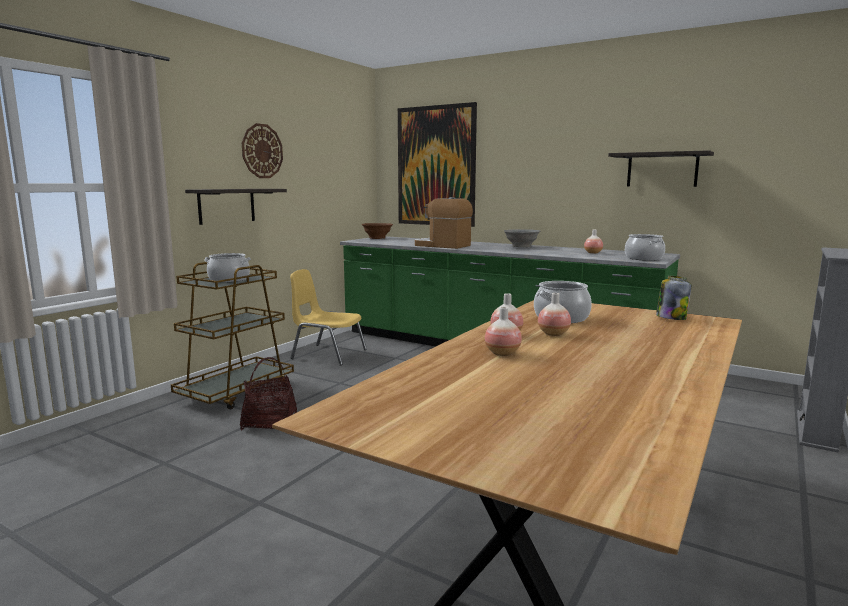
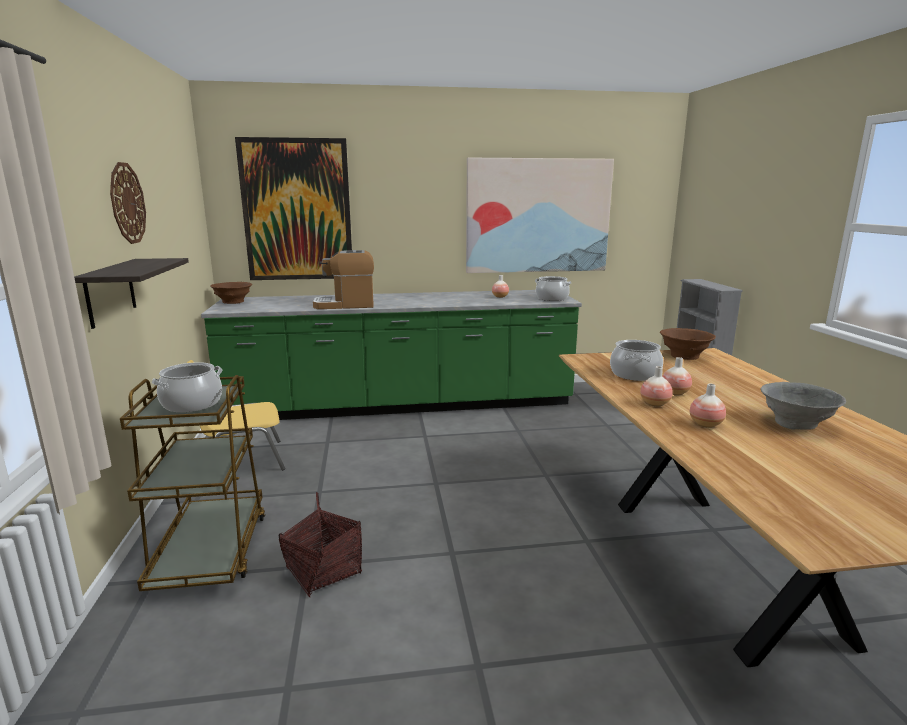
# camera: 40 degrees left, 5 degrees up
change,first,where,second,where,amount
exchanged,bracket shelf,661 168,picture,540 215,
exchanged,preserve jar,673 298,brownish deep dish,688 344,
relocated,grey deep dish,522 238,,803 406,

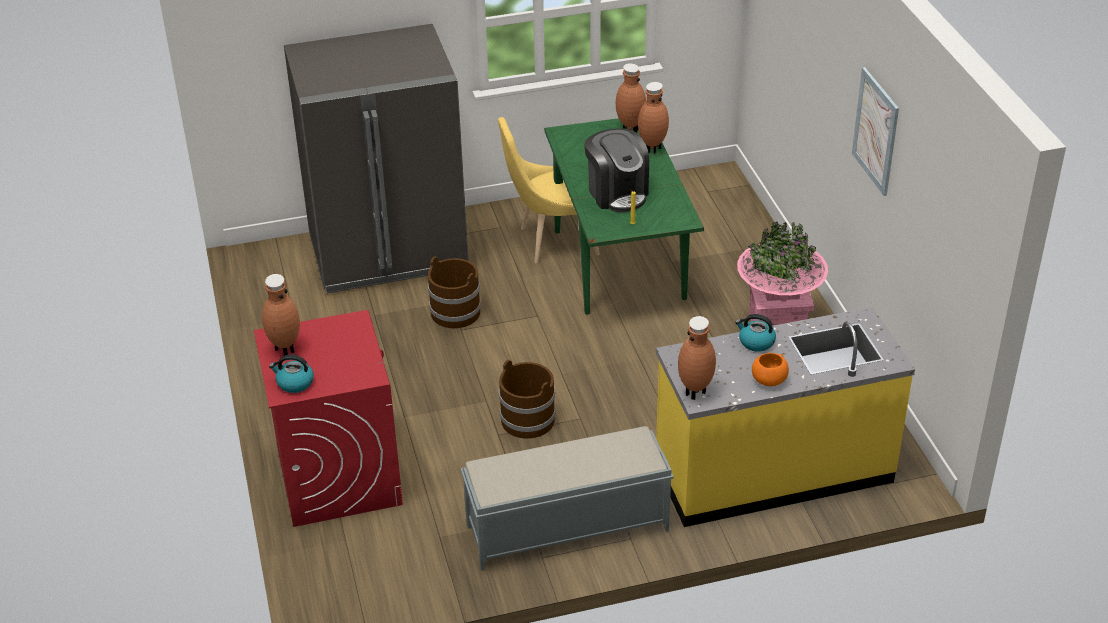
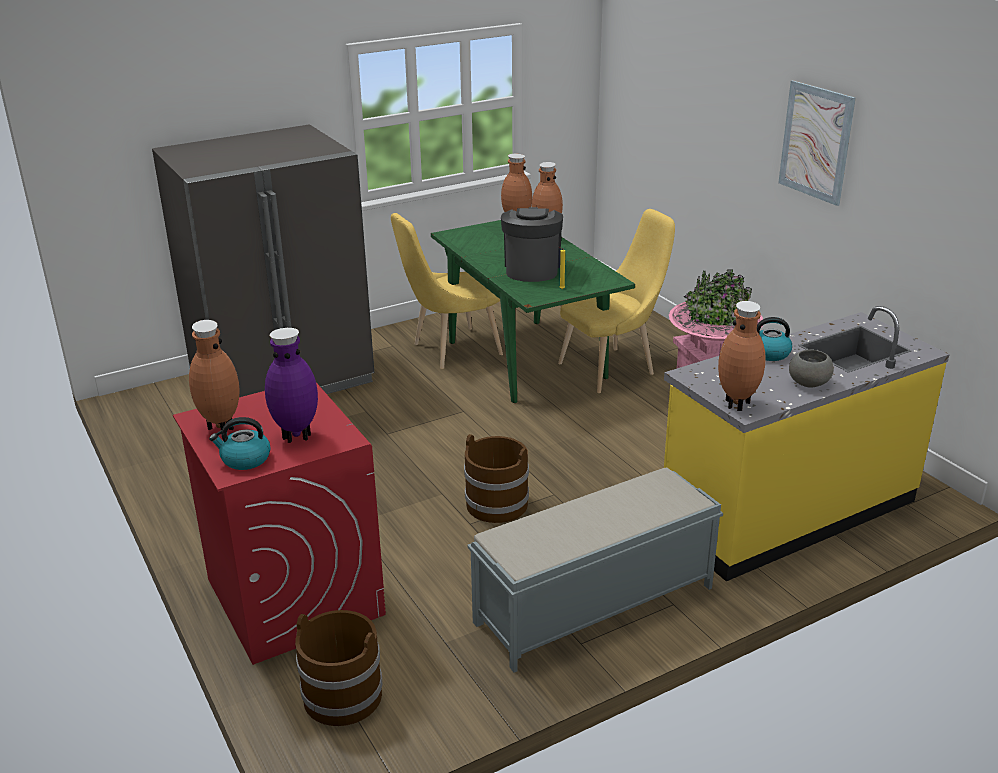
# camera: 15 degrees left, 10 degrees down
change,first,where,second,where,amount
appeared,,,purple decorative vase,291 385,
relocated,brownish pail,454 292,,338 668,
spun,coffee brewer,616 170,,532 244,135 degrees counterclockwise
appeared,,,yellow chair,616 301,
colour,orange deep dish,770 369,grey deep dish,811 368,

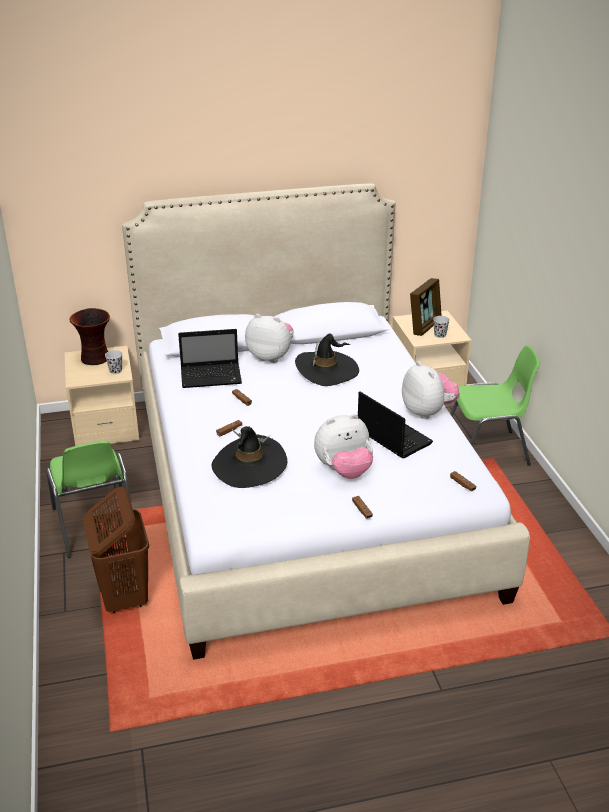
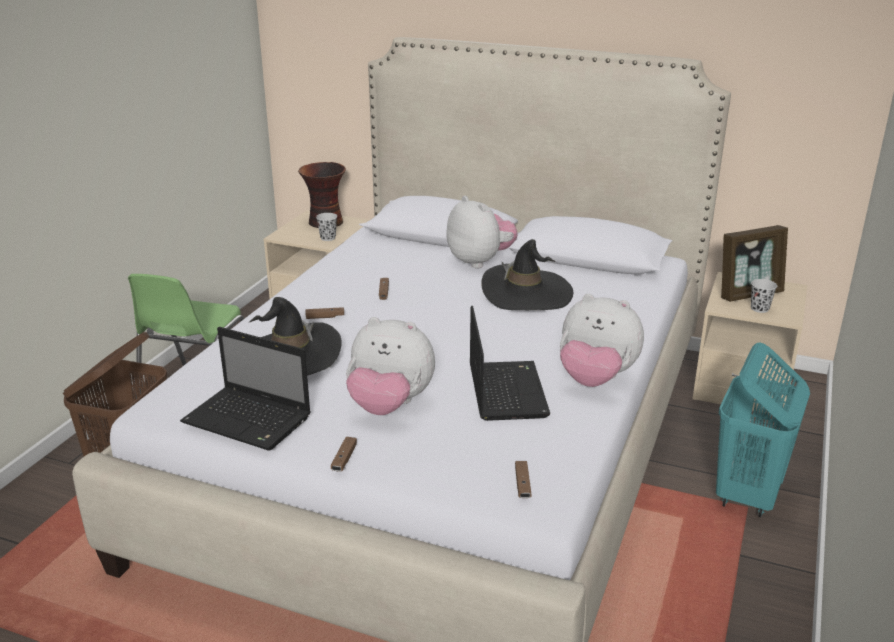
# camera: 35 degrees right, 5 degrees down
change,first,where,second,where,amount
relocated,notebook computer,210 358,,245 388,
spun,plush toy,430 390,,602 340,105 degrees clockwise
exchanged,green-coloured chair,496 405,blue-green washing basket,763 429,

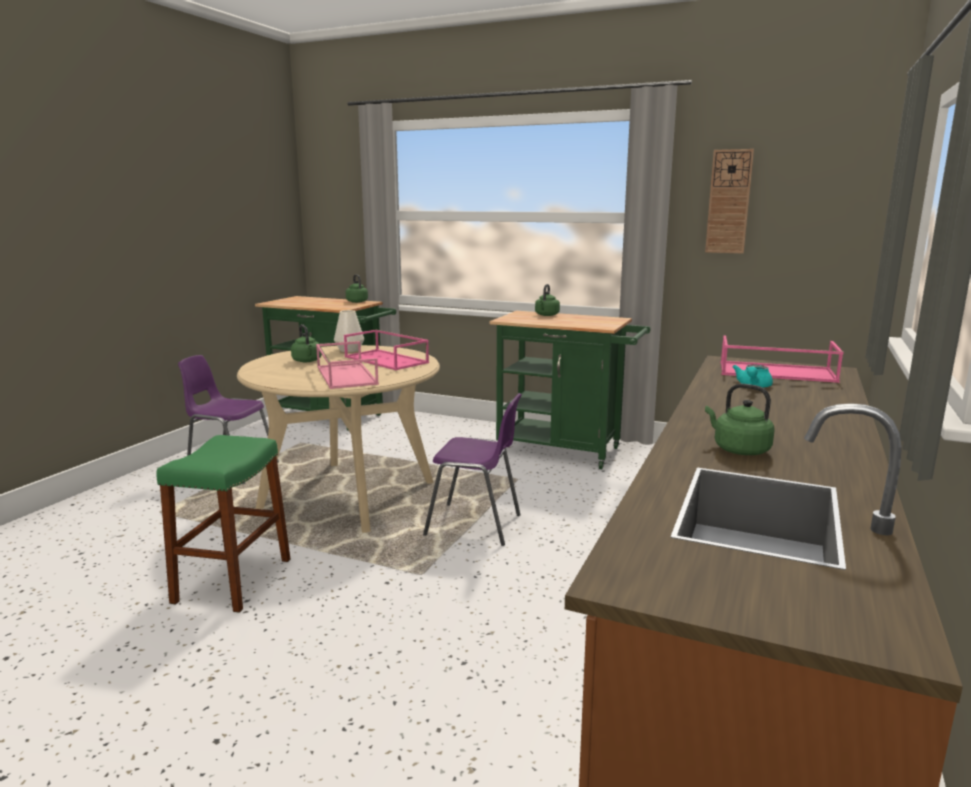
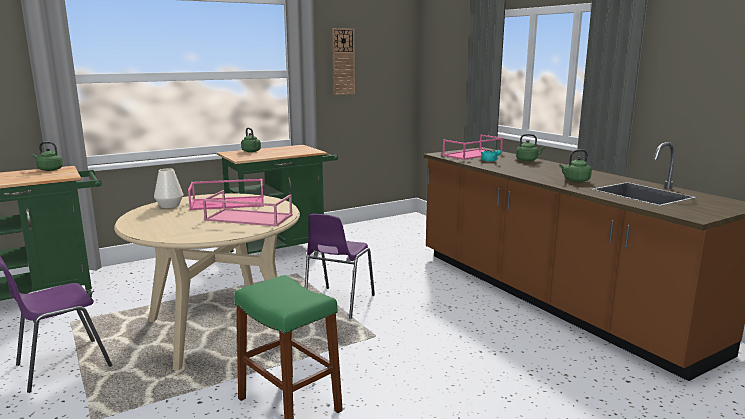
# camera: 55 degrees left, 0 degrees up
change,first,where,second,where,amount
spun,purple chair,472 469,,340 266,150 degrees clockwise
relocated,green-coloured water kettle,306 343,,530 147,

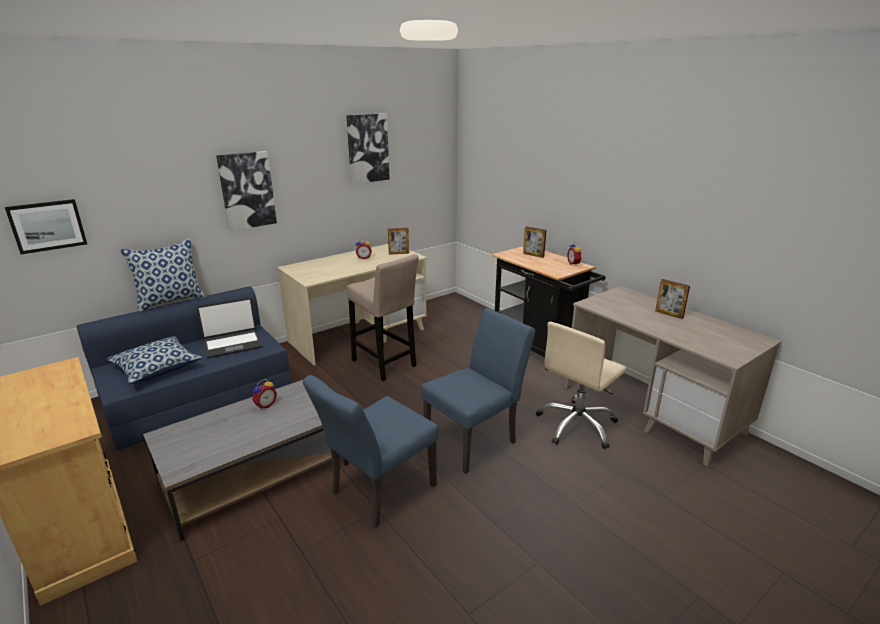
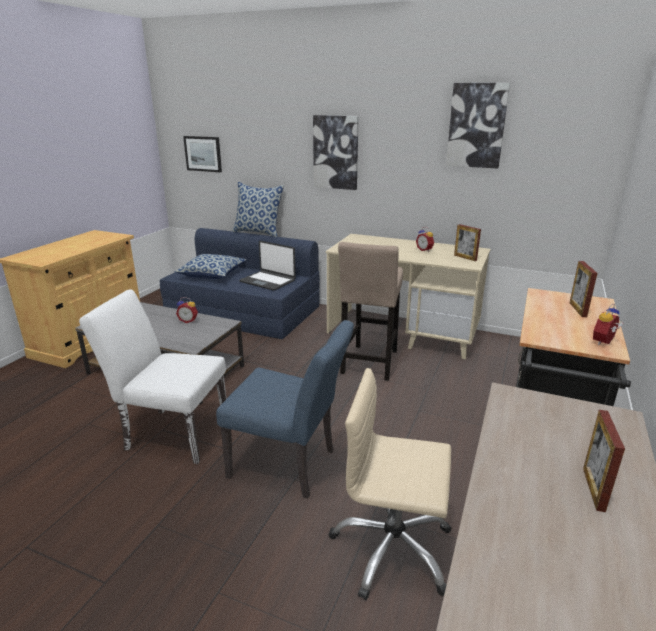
# camera: 60 degrees right, 0 degrees up
change,first,where,second,where,amount
colour,blue-coloured chair,371 451,white chair,152 377,

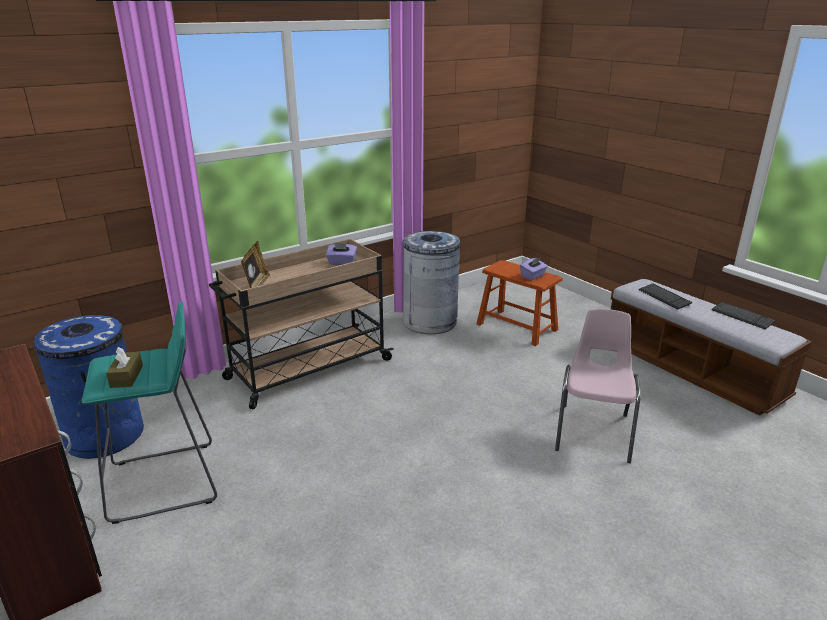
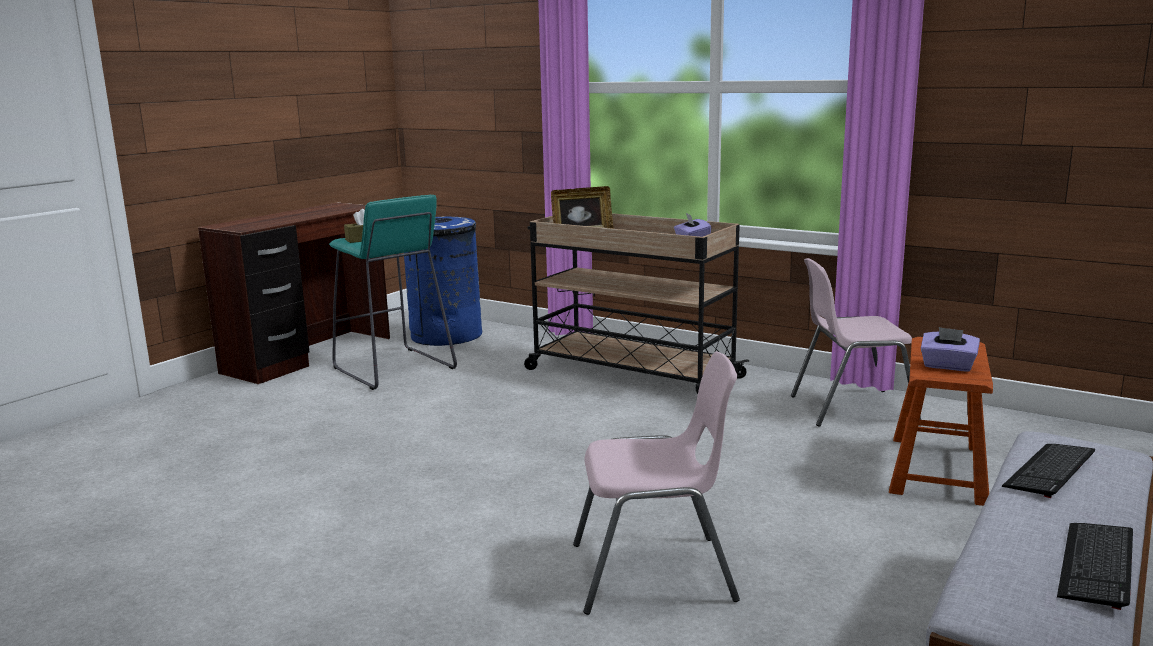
# camera: 70 degrees right, 10 degrees down
change,first,where,second,where,amount
exchanged,grey waste bin,432 282,pink-coloured chair,856 342,

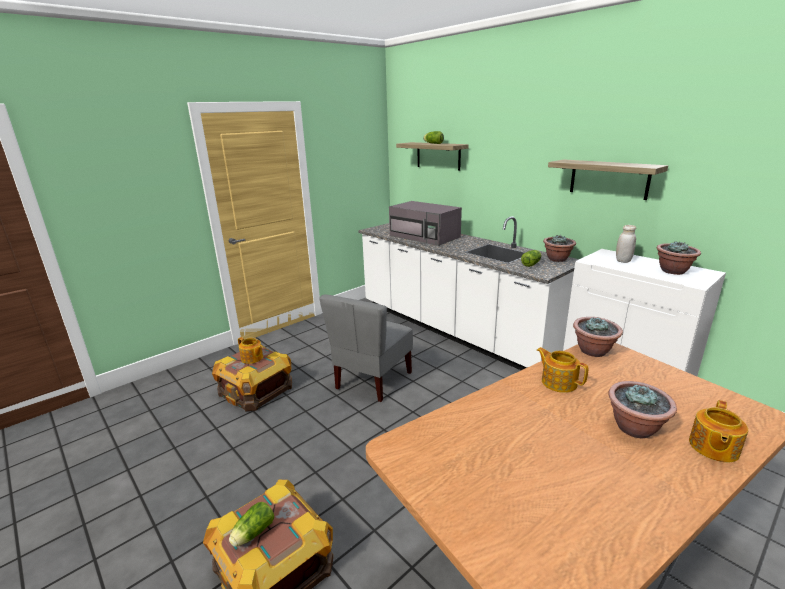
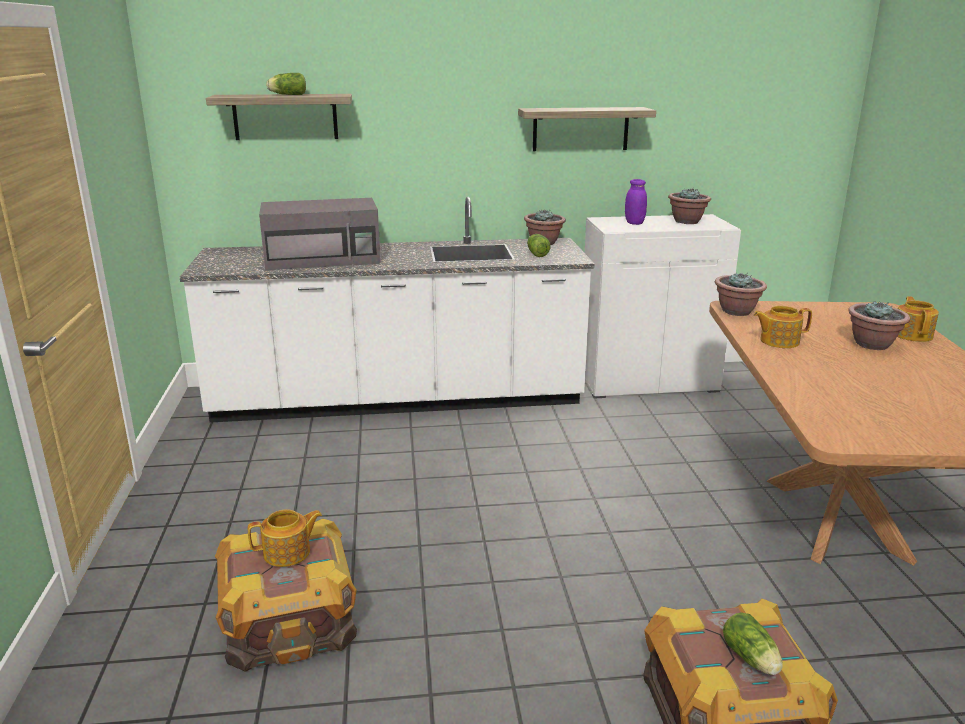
# camera: 55 degrees left, 0 degrees up
change,first,where,second,where,amount
colour,white preserve jar,626 244,purple preserve jar,636 202,
spun,pot for tea,718 431,,918 319,150 degrees counterclockwise
missing,grey chair,366 348,,,

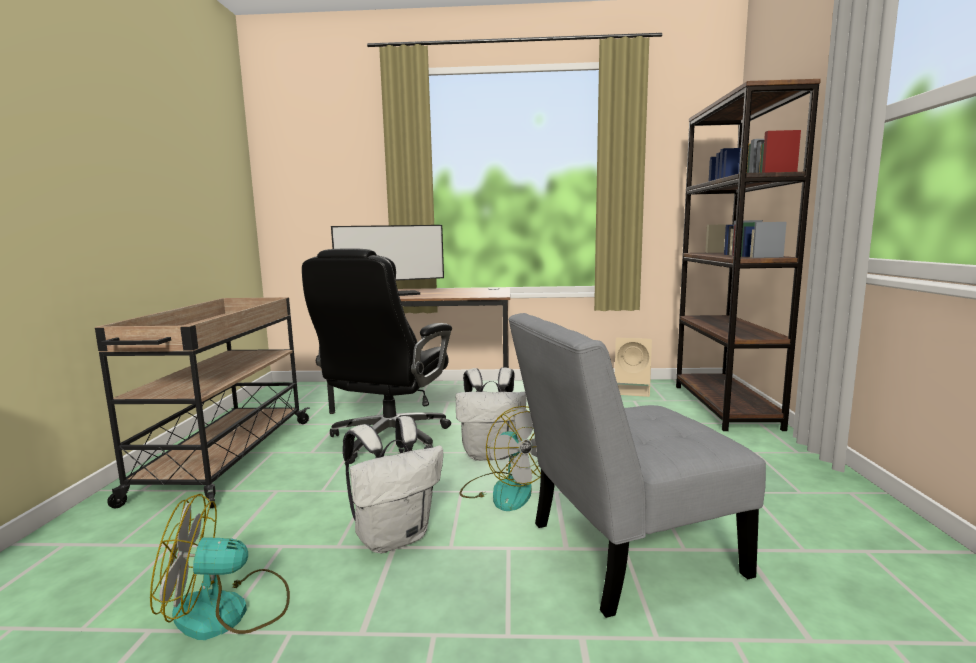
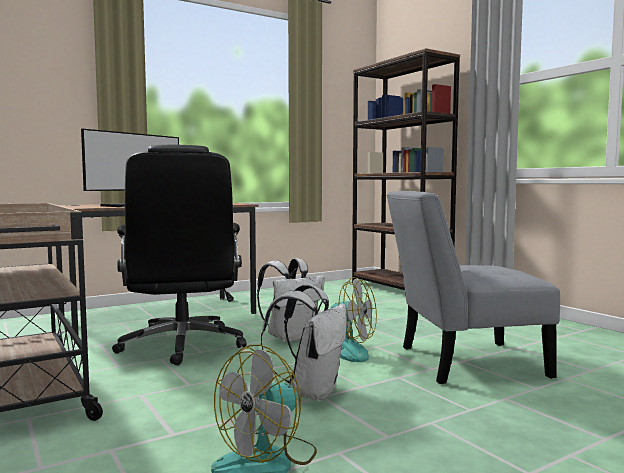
# camera: 35 degrees left, 5 degrees down
change,first,where,second,where,amount
spun,grey chair,637 465,,473 287,45 degrees clockwise
missing,beige-coloured speaker,633 367,,,

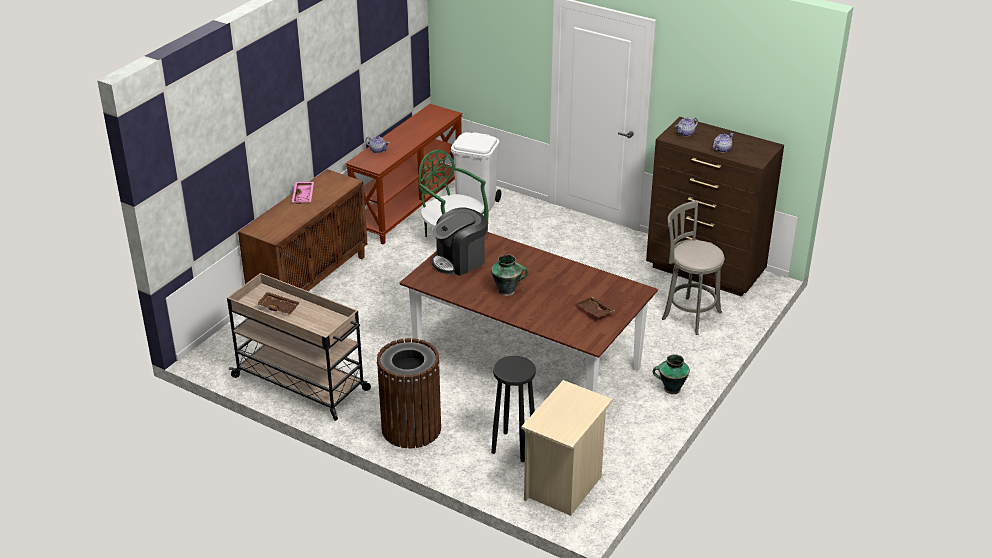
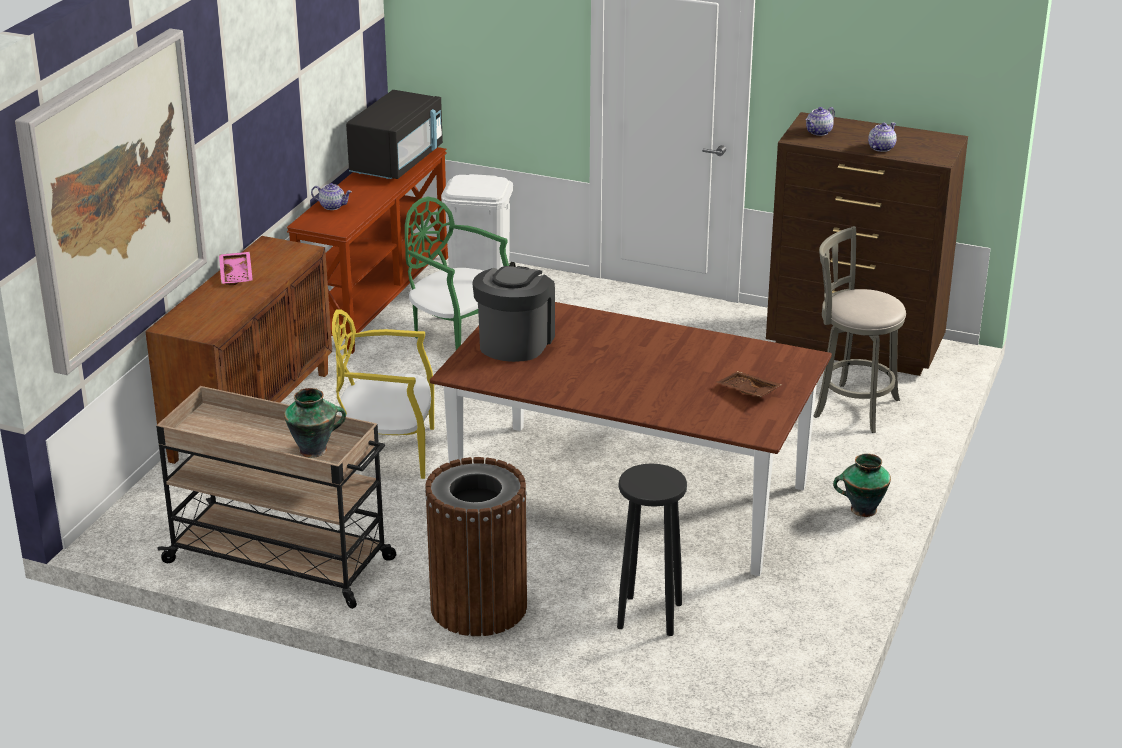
# camera: 10 degrees left, 5 degrees down
change,first,where,second,where,amount
appeared,,,picture,111 201,
relocated,decorative vase,509 275,,315 423,
appeared,,,yellow chair,383 394,
appeared,,,black-coloured microwave,394 134,
spun,coffee brewer,459 242,,513 314,150 degrees clockwise
missing,brownish carrying tray,278 303,,,
missing,beige-coloured night table,567 448,,,

